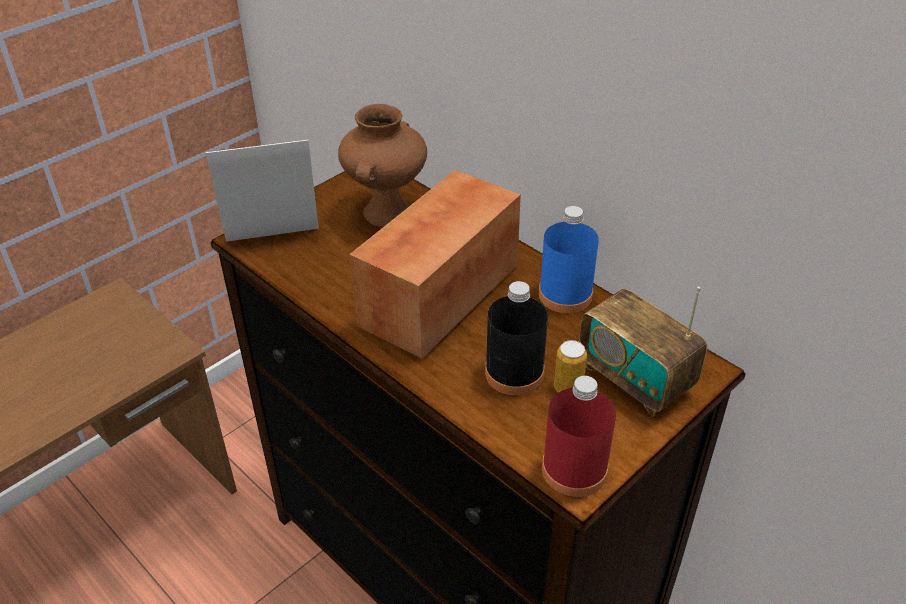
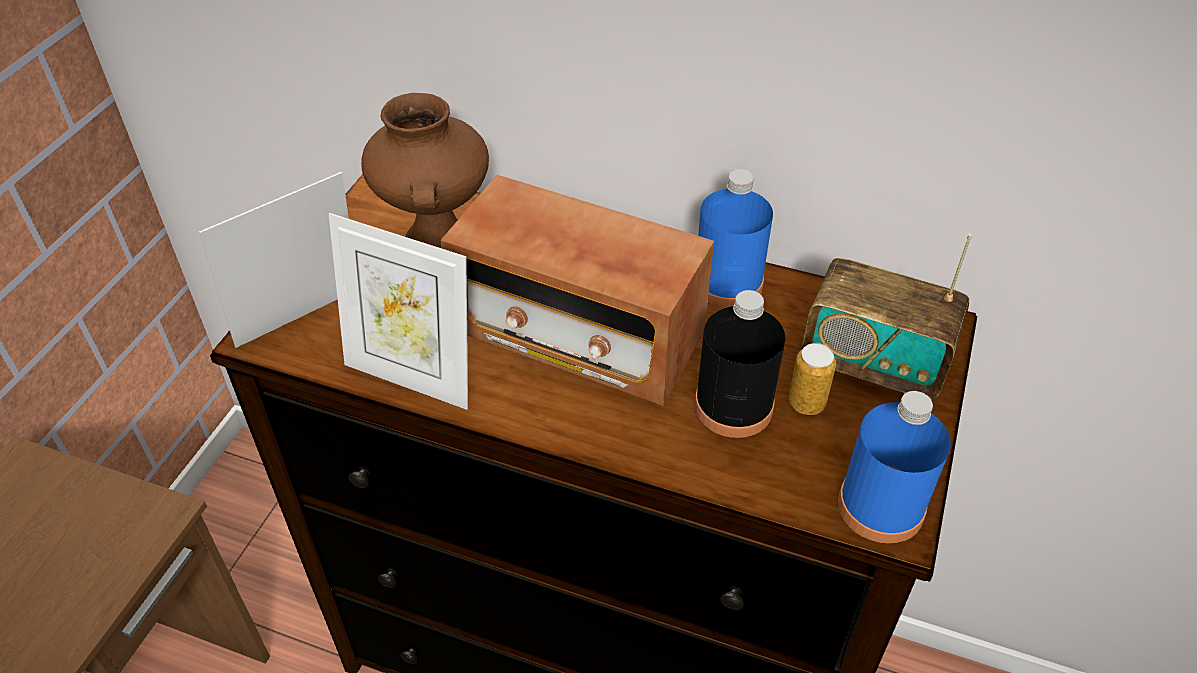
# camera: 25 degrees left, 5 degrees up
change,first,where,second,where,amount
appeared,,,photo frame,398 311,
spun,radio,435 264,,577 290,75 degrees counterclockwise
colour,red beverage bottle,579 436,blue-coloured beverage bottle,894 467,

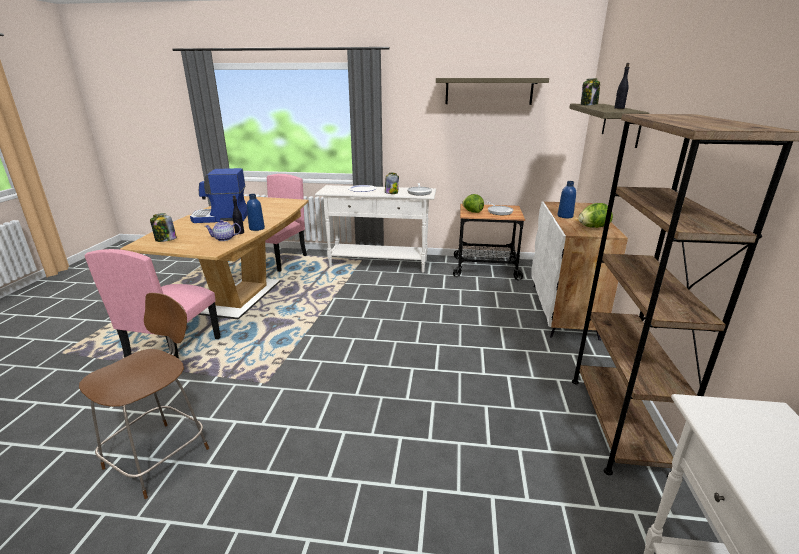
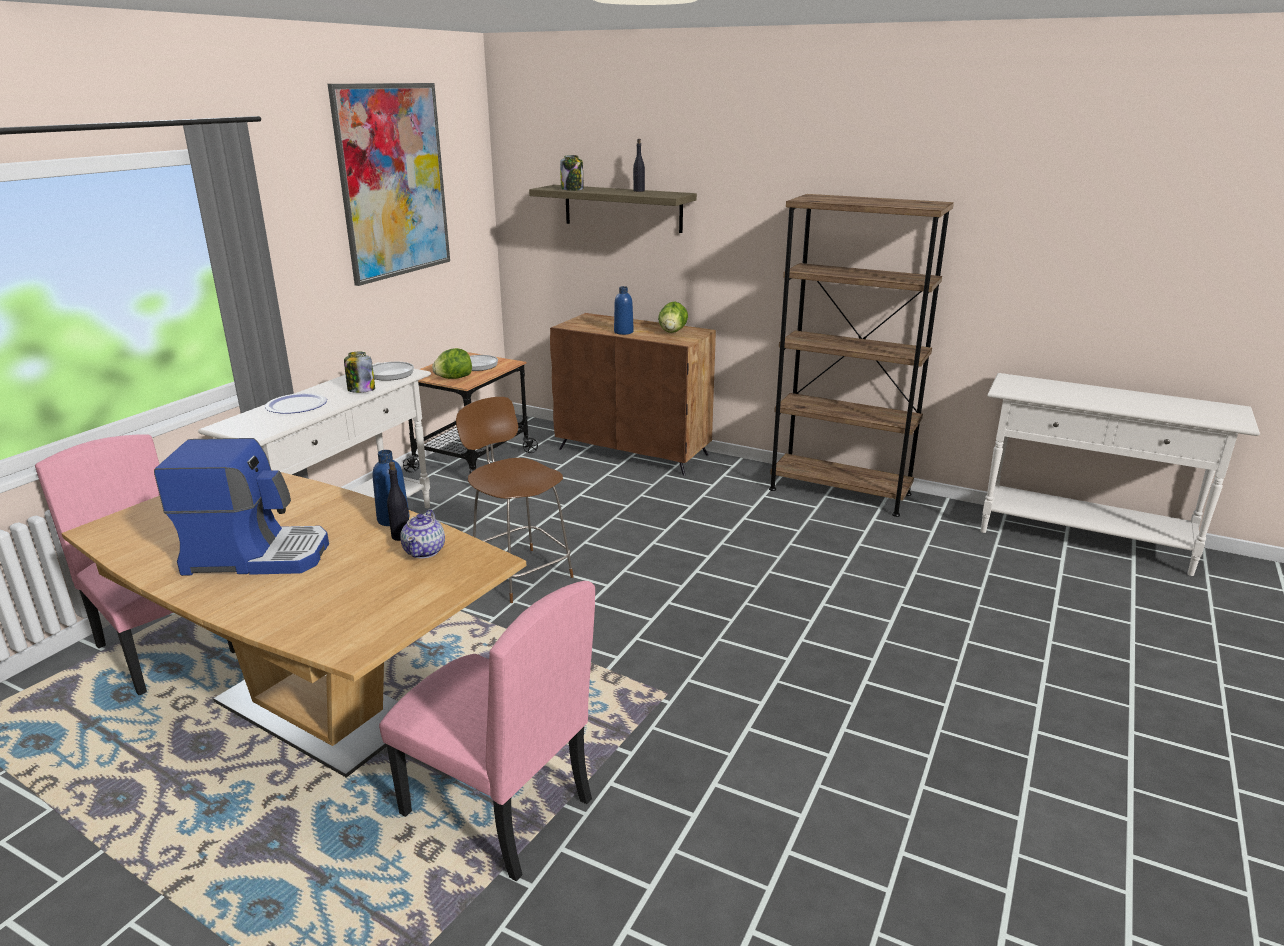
# camera: 70 degrees left, 0 degrees up
change,first,where,second,where,amount
spun,coffee brewer,219 195,,241 507,105 degrees counterclockwise
exchanged,bracket shelf,492 91,picture,389 184,
relocated,brownish chair,144 396,,515 500,
colour,white cupboard,580 271,brownish cupboard,633 394,
missing,preserve jar,163 227,,,

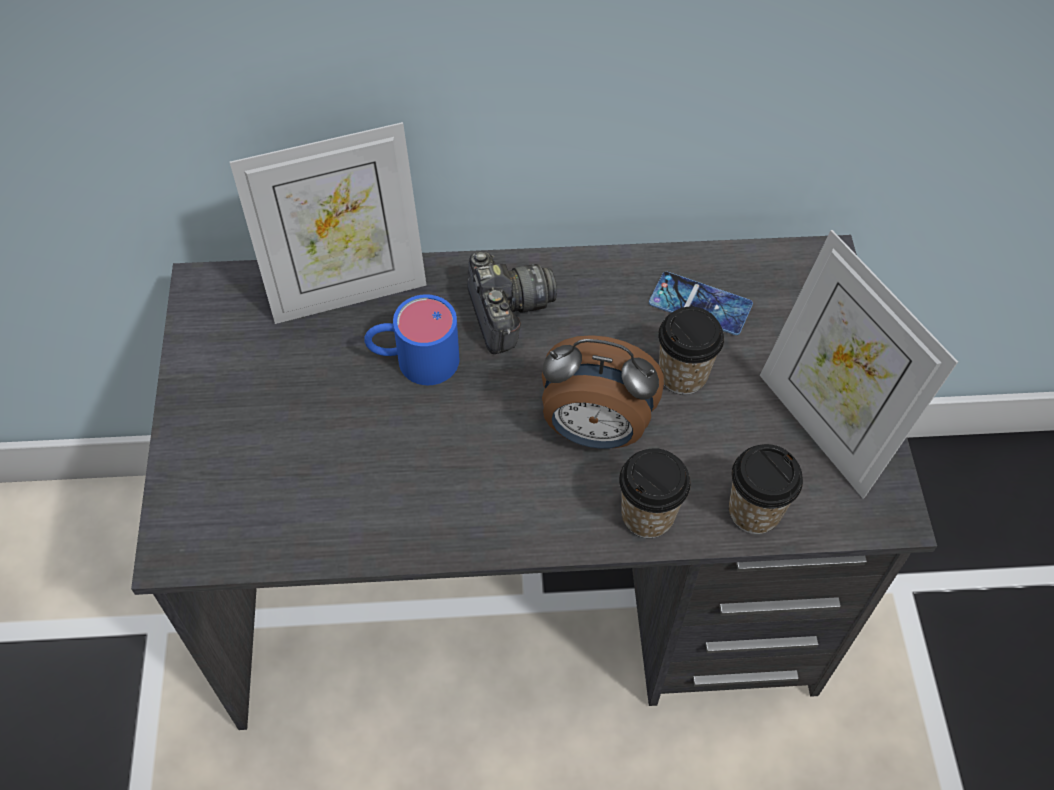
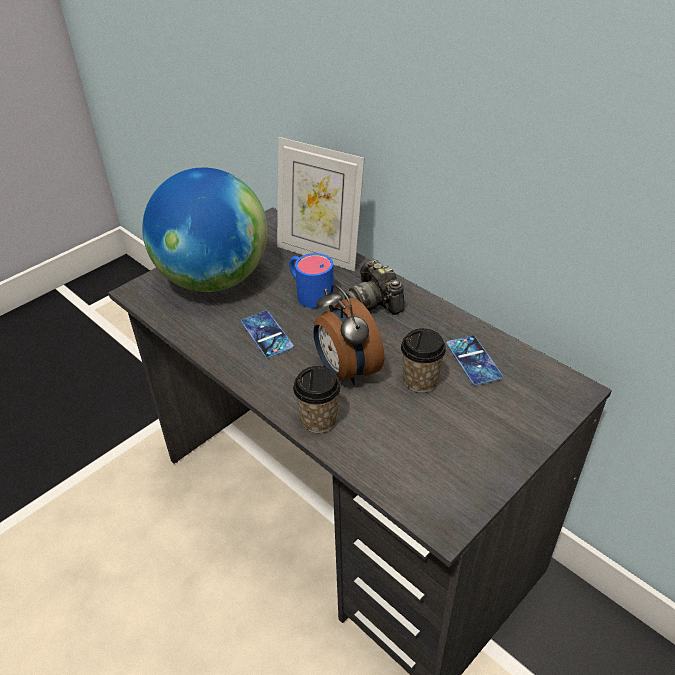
# camera: 50 degrees right, 15 degrees down
change,first,where,second,where,amount
appeared,,,world globe,205 230,
appeared,,,handset,267 334,
spun,photo camera,512 302,,374 287,120 degrees clockwise
missing,small cup,766 489,,,
missing,photo frame,859 364,,,

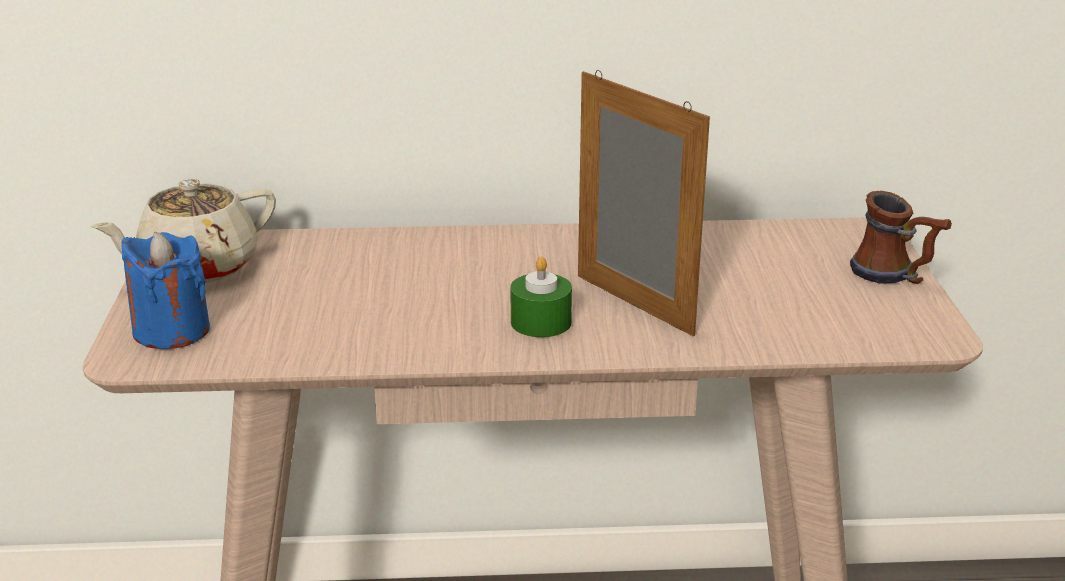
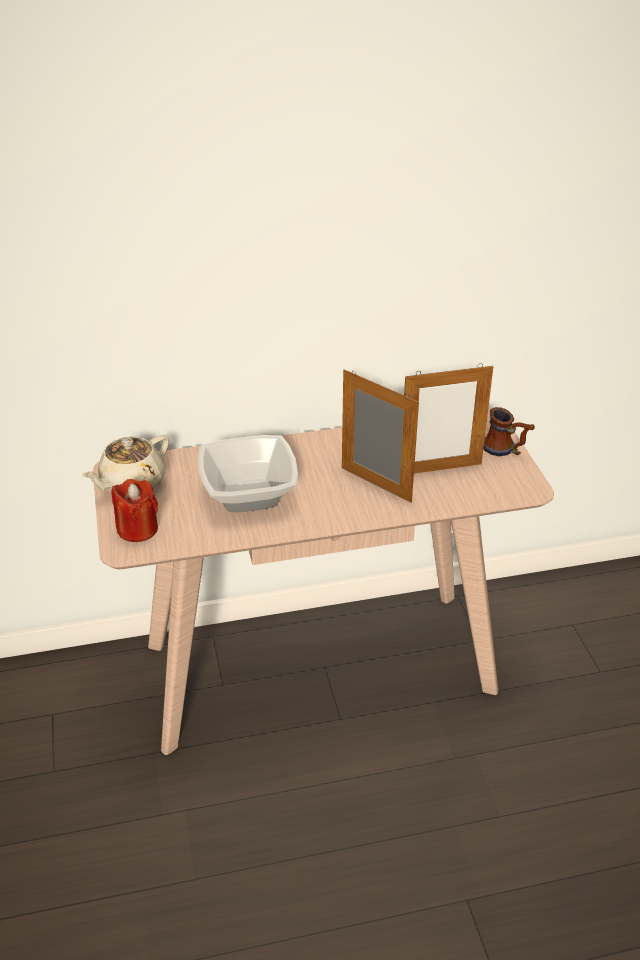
# camera: 10 degrees left, 10 degrees up
change,first,where,second,where,amount
colour,blue-coloured candle,165 290,red candle,135 510,
appeared,,,deep dish,248 473,
appeared,,,photo frame,448 418,
missing,green-coloured candle,541 297,,,

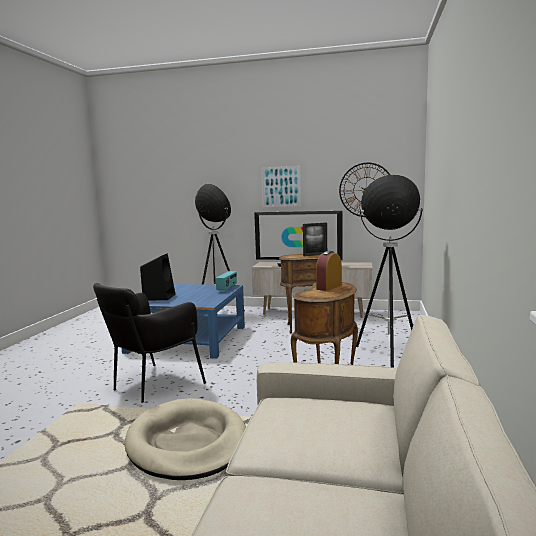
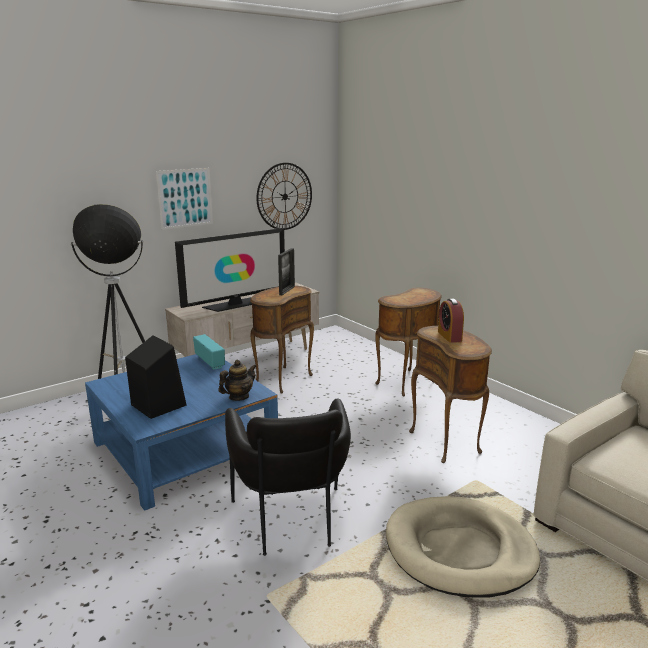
# camera: 50 degrees left, 10 degrees up
change,first,where,second,where,amount
appeared,,,pot for tea,238 380,
exchanged,standing lamp,389 271,brownish accent table,408 341,

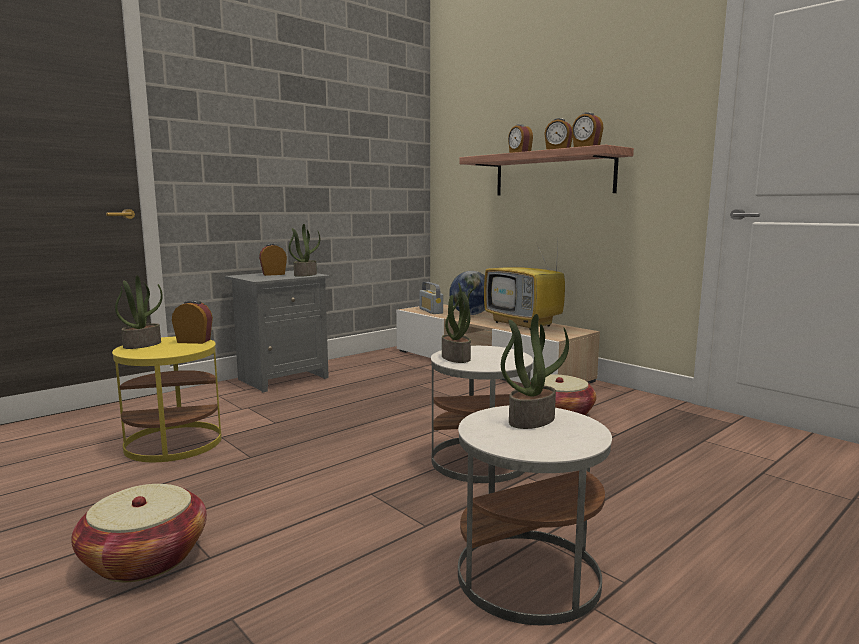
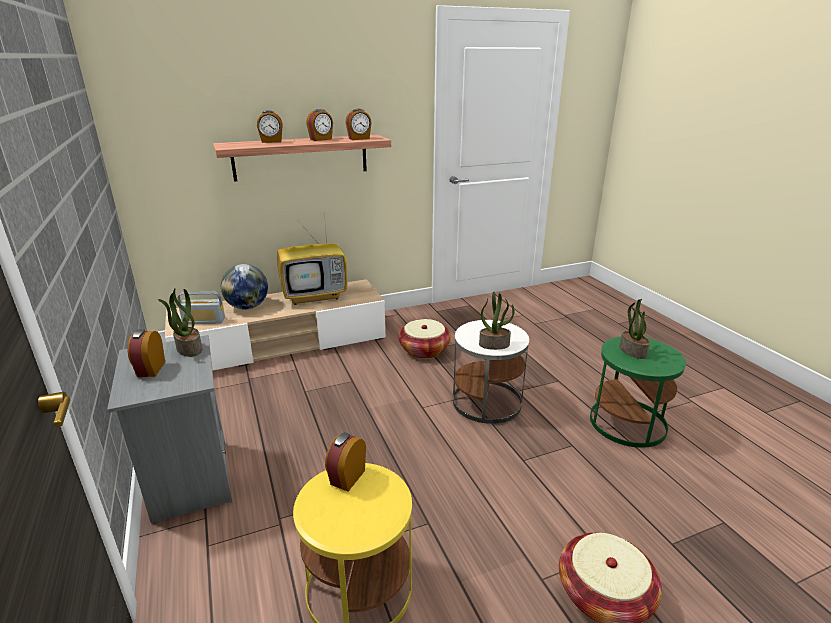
# camera: 70 degrees left, 15 degrees up
change,first,where,second,where,amount
colour,white accent table,535 515,green-coloured accent table,638 392,
missing,potted plant,139 312,,,

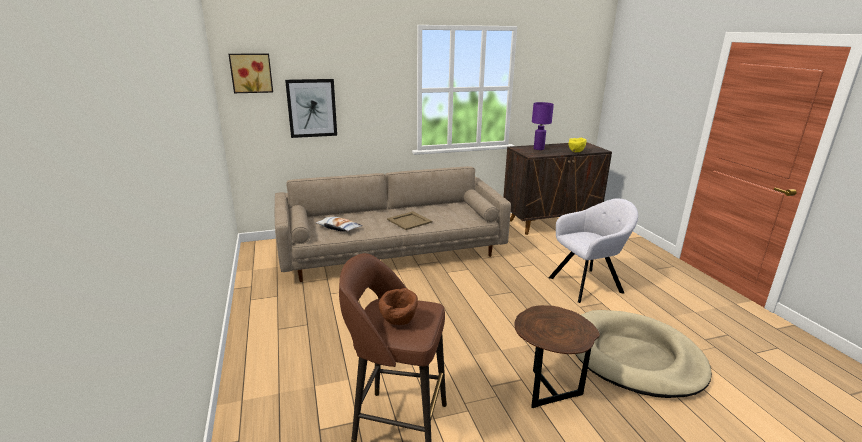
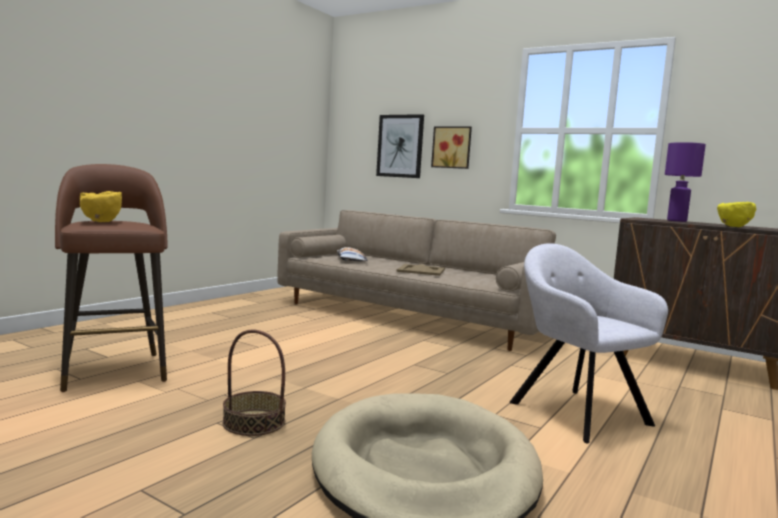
# camera: 50 degrees right, 15 degrees down
change,first,where,second,where,amount
colour,brownish deep dish,398 306,yellow deep dish,101 206,
exchanged,brownish accent table,557 356,basket,254 382,
relocated,picture,250 73,,451 148,
spun,grey armchair,593 250,,588 343,150 degrees counterclockwise

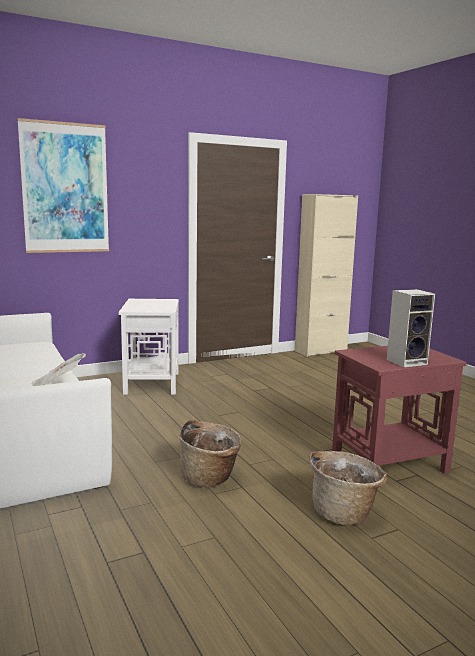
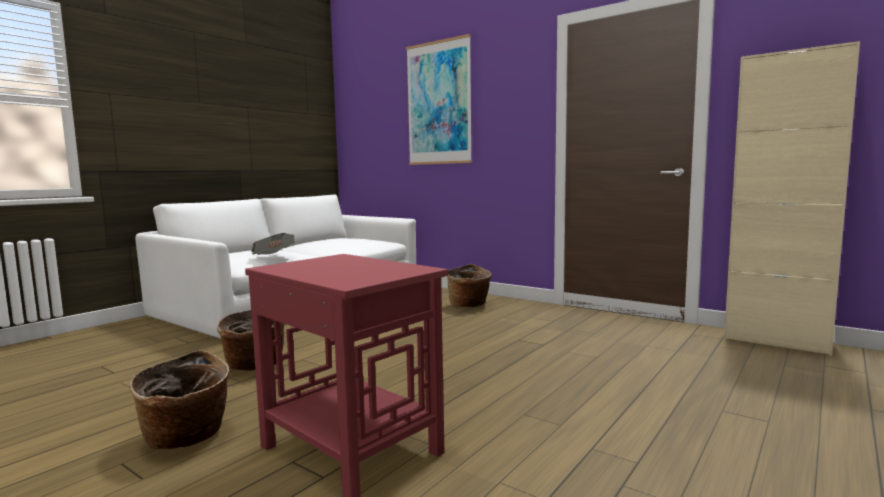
# camera: 65 degrees right, 5 degrees down
change,first,where,second,where,amount
exchanged,white accent table,149 347,basket,469 285,
missing,speaker,411 328,,,

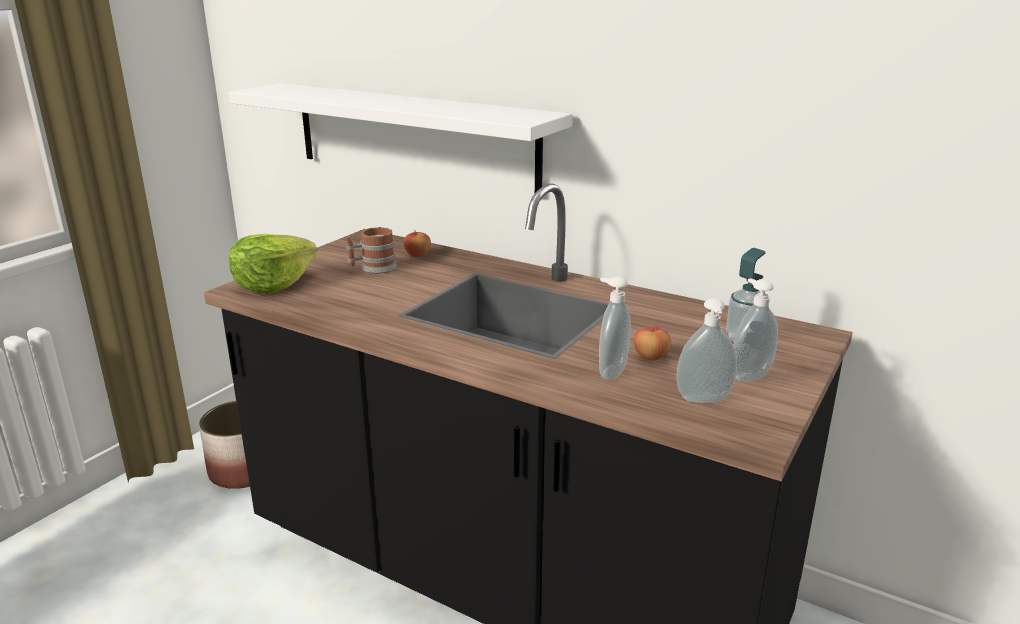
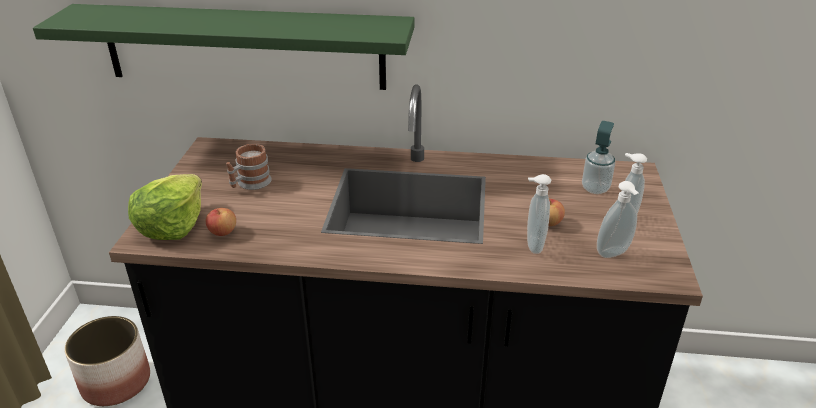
# camera: 25 degrees left, 10 degrees up
change,first,where,second,where,amount
colour,white bracket shelf,400 138,green-coloured bracket shelf,224 47,
relocated,whole apple,417 243,,220 222,

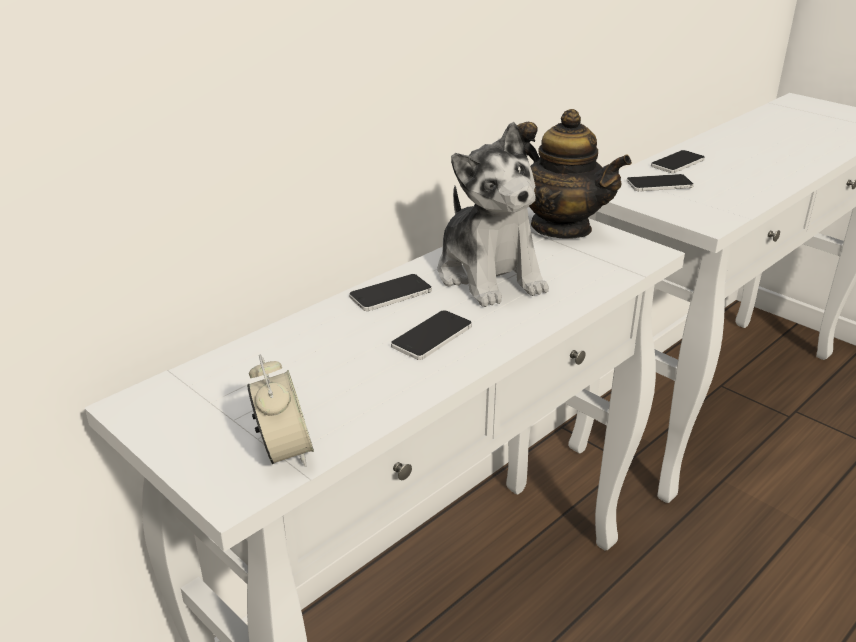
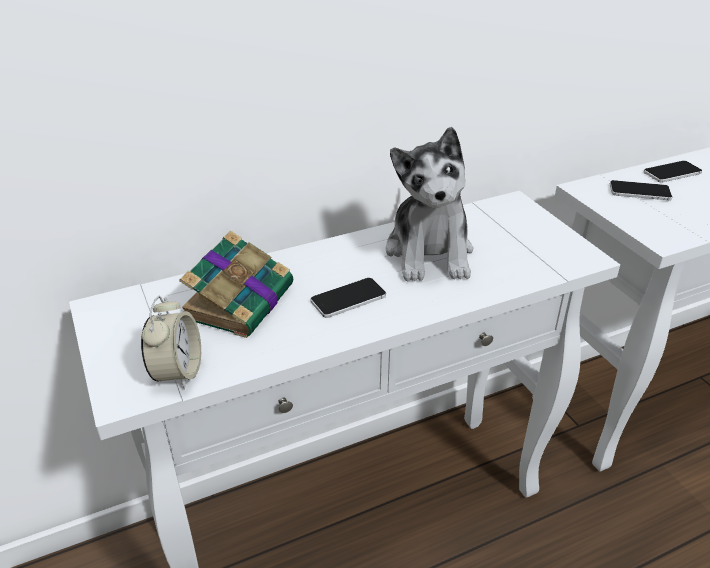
# camera: 20 degrees right, 5 degrees up
change,first,where,second,where,amount
appeared,,,book,236 284,
missing,handset,390 292,,,
missing,pot for tea,574 173,,,

